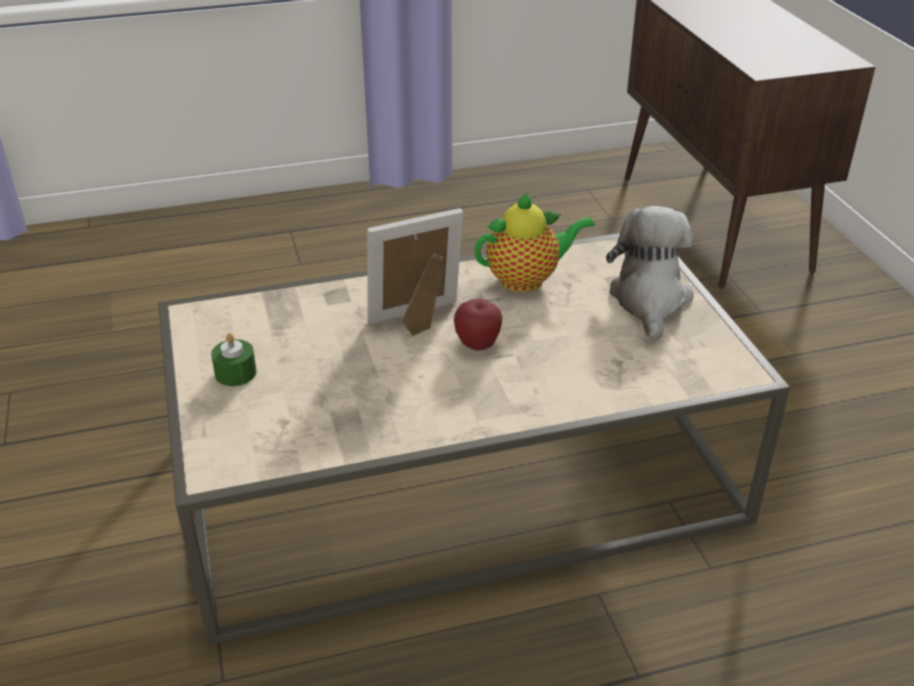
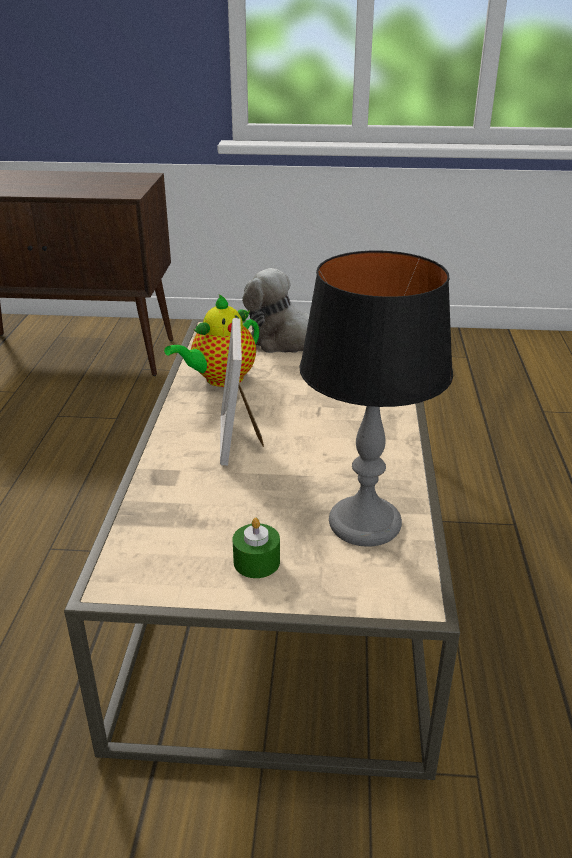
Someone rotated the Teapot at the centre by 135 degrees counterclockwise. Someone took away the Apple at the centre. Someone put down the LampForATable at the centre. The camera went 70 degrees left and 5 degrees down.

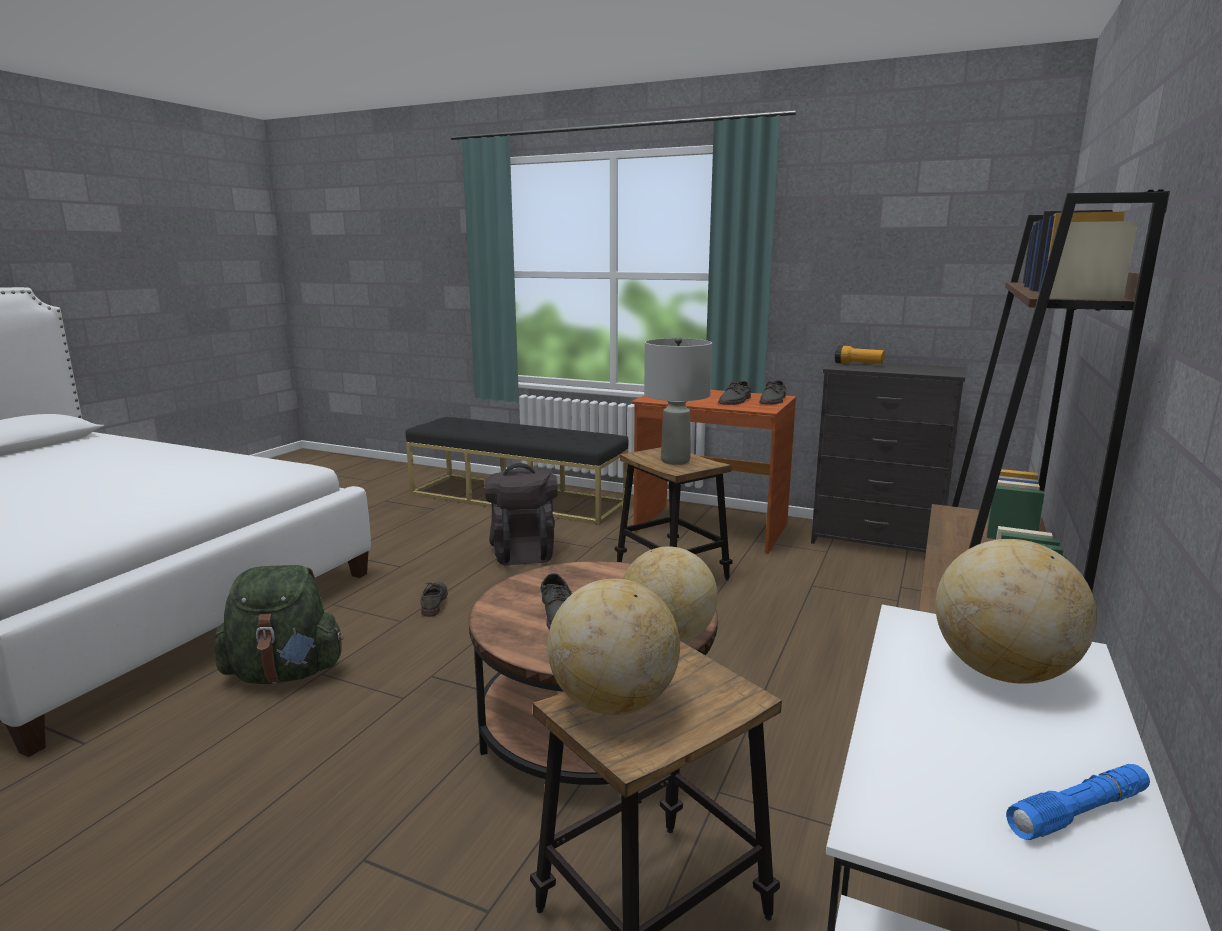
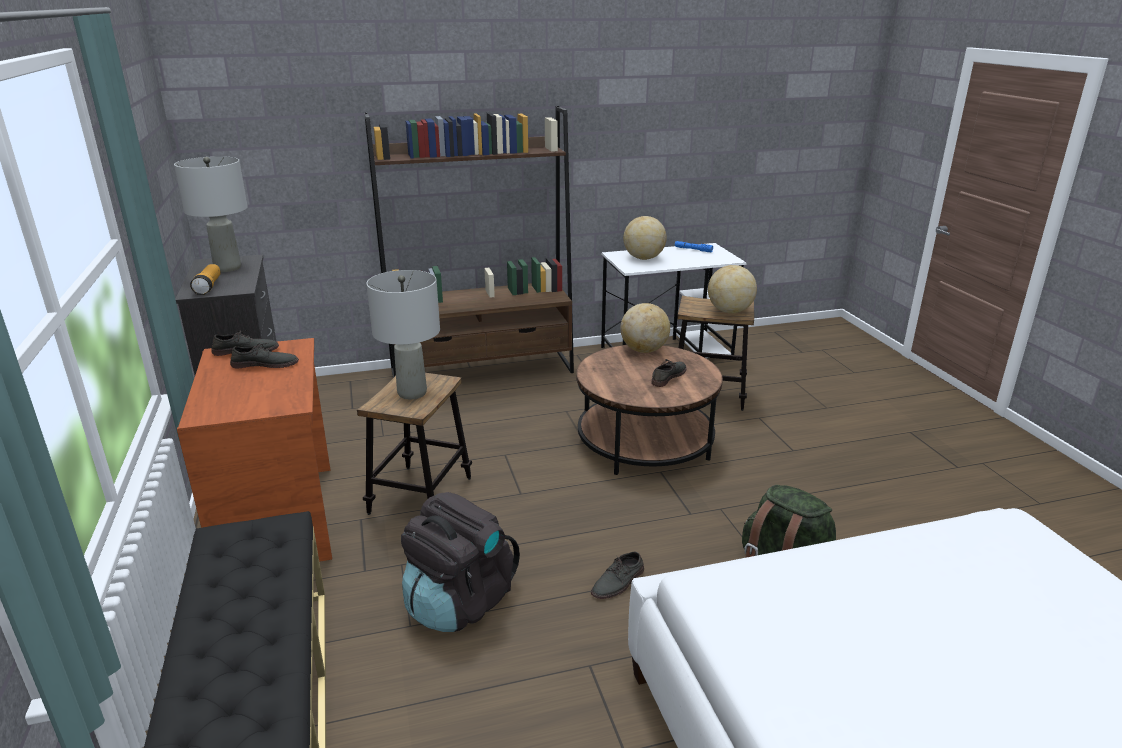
Someone put down the GreyishLampForATable (no. 1 from left) at the top left. The camera went 130 degrees left and 10 degrees up.

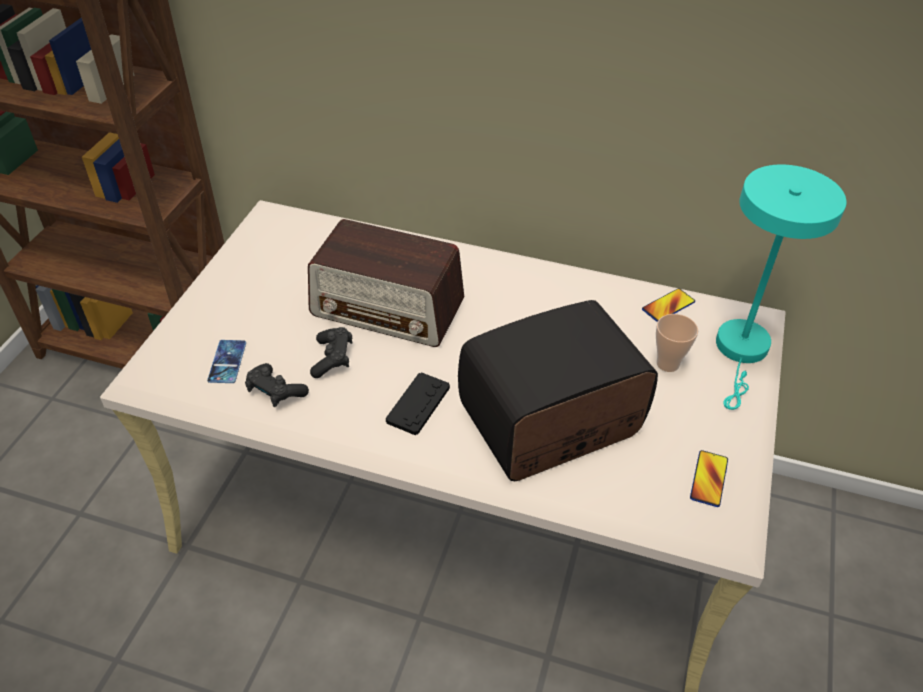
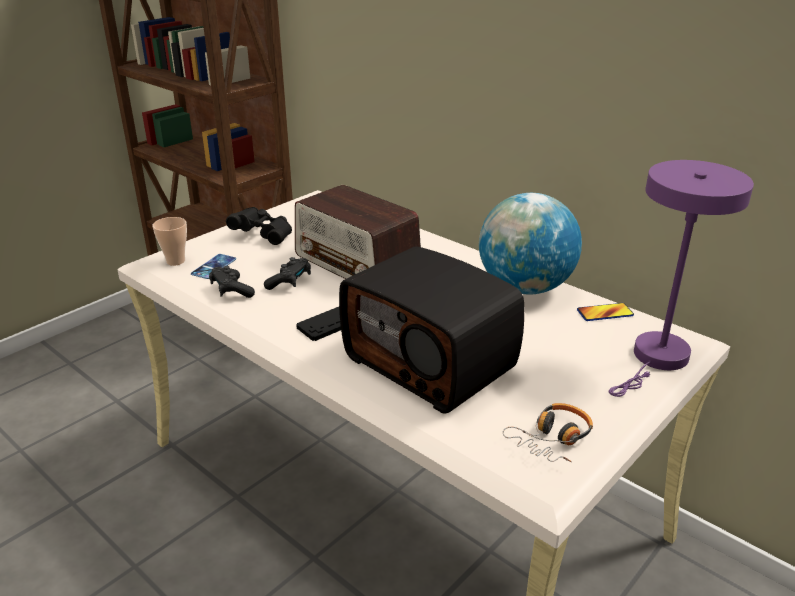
Someone repainted the TurquoiseLampForATable at the middle right, which became the PurpleLampForATable at the middle right. Someone rotated the Radio (no. 2 from left) at the centre by 135 degrees counterclockwise. Someone carried the DrinkingCup from the middle right to the middle left. Someone swapped the Handset (no. 3 from left) at the bottom right for the PairOfHeadphones at the bottom right. Someone put down the DeskGlobe at the middle right. Someone put down the BlackColouredBinoculars at the middle left. The camera went 25 degrees right and 15 degrees down.

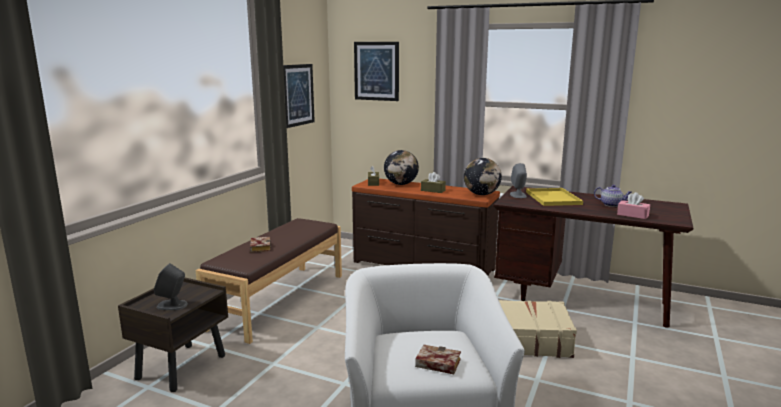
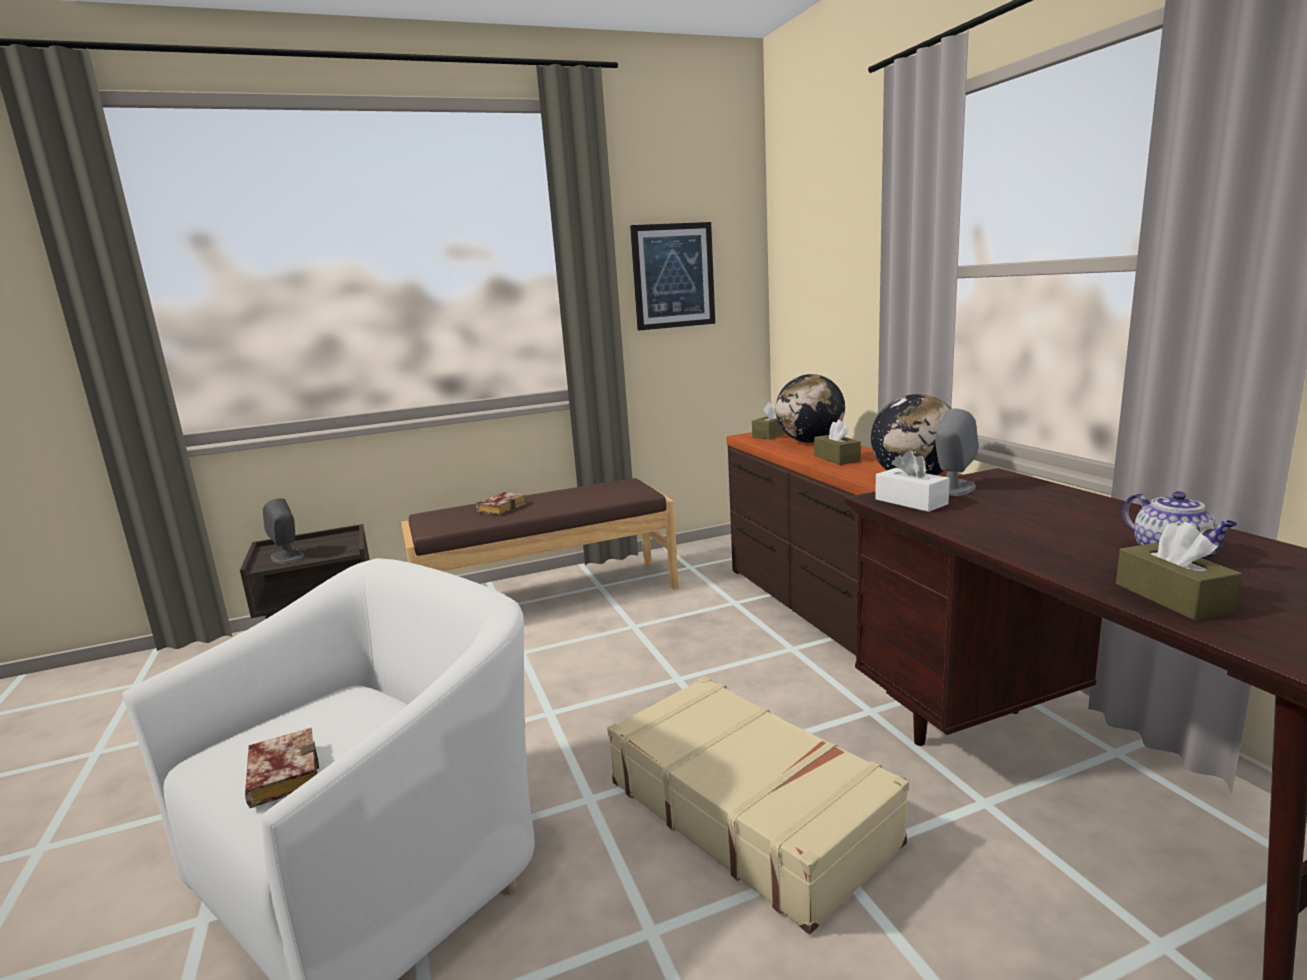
Someone took away the WallArt (no. 2 from left) at the top centre. Someone took away the YellowColouredServingTray at the middle right. Someone repainted the PinkishTissueHolder at the middle right, which became the BrownColouredTissueHolder (no. 3 from left) at the middle right. Someone put down the WhiteColouredTissueHolder at the middle right. The camera went 45 degrees right and 0 degrees up.

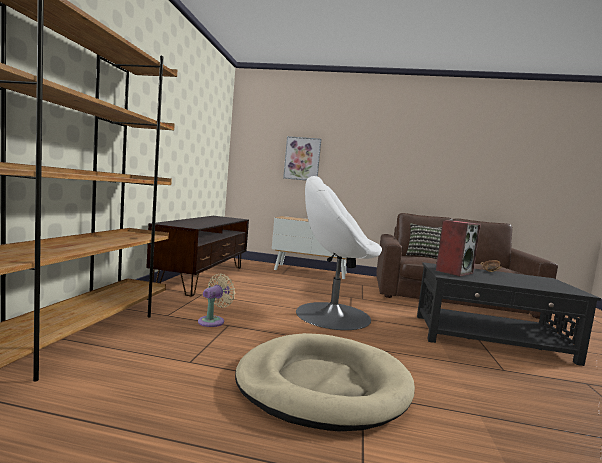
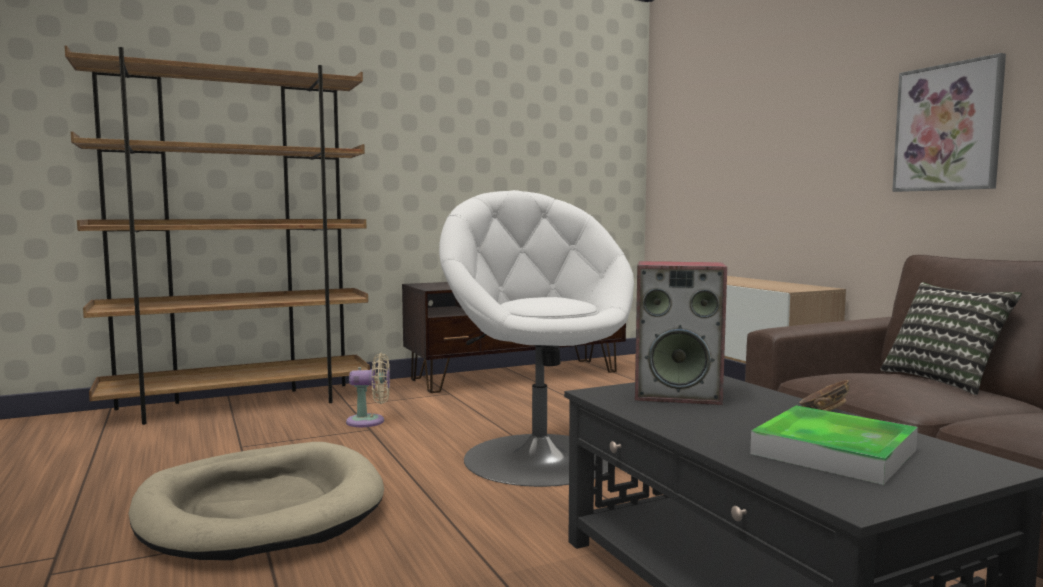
Someone carried the WallArt from the centre to the top right. Someone put down the ServingTray at the bottom right. The camera went 55 degrees right and 0 degrees up.

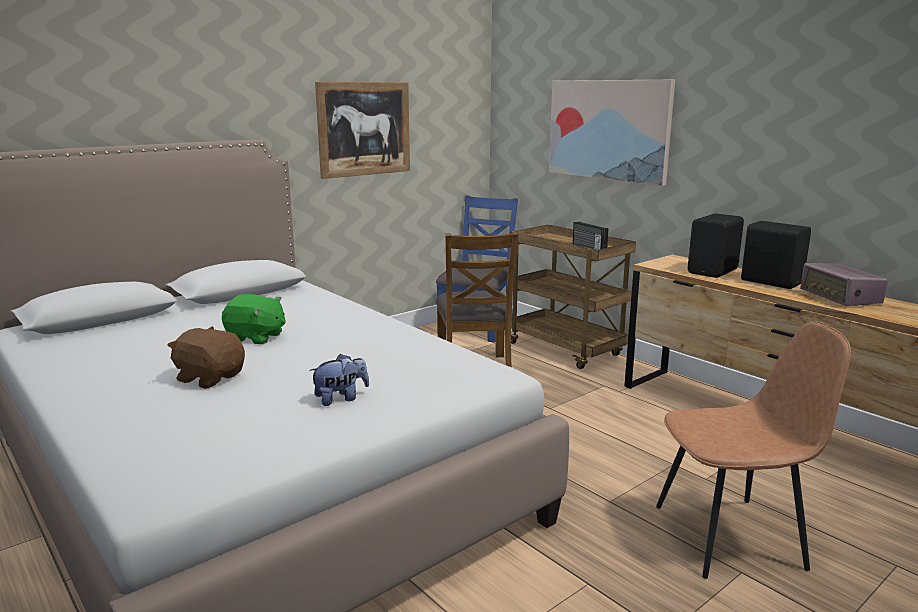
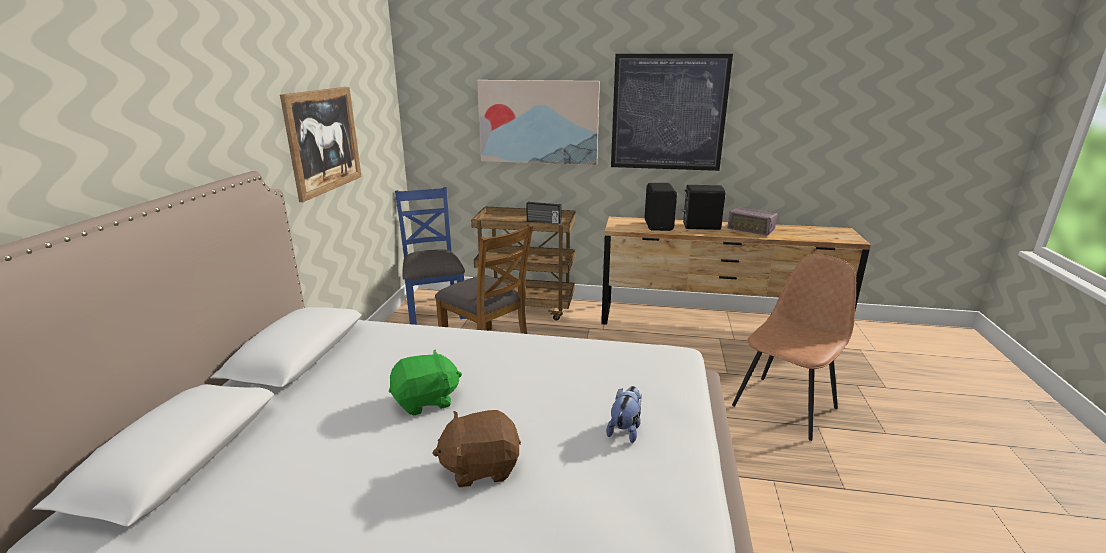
Someone put up the WallArt (no. 3 from left) at the top centre. The camera went 40 degrees left and 5 degrees up.

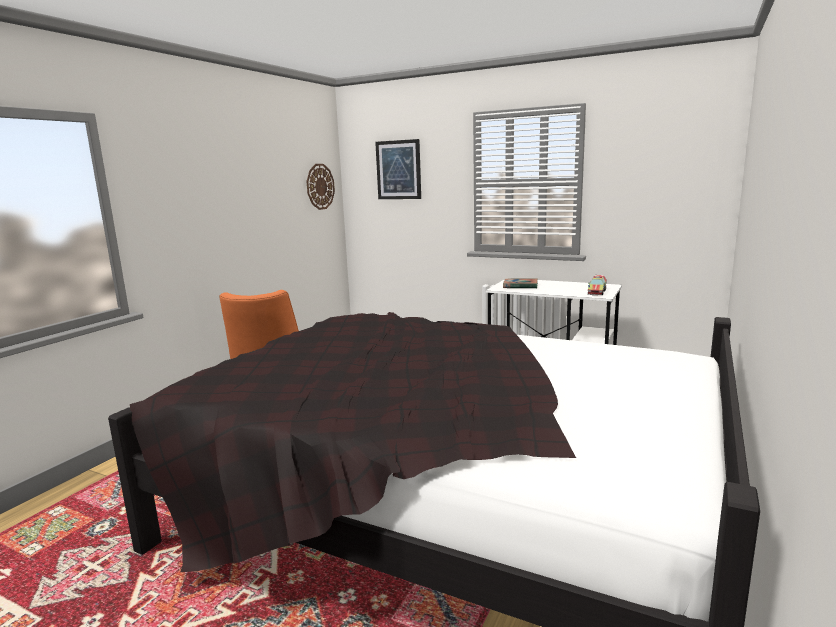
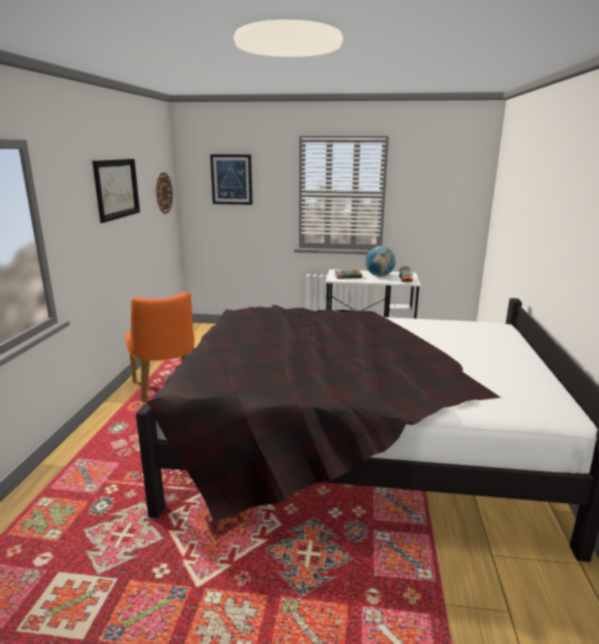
Someone put up the WallArt (no. 1 from left) at the top left. Someone put down the DeskGlobe at the centre. The camera went 20 degrees left and 5 degrees up.

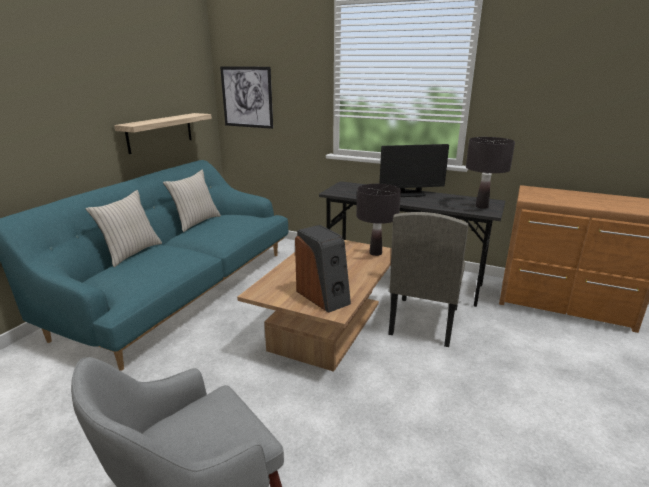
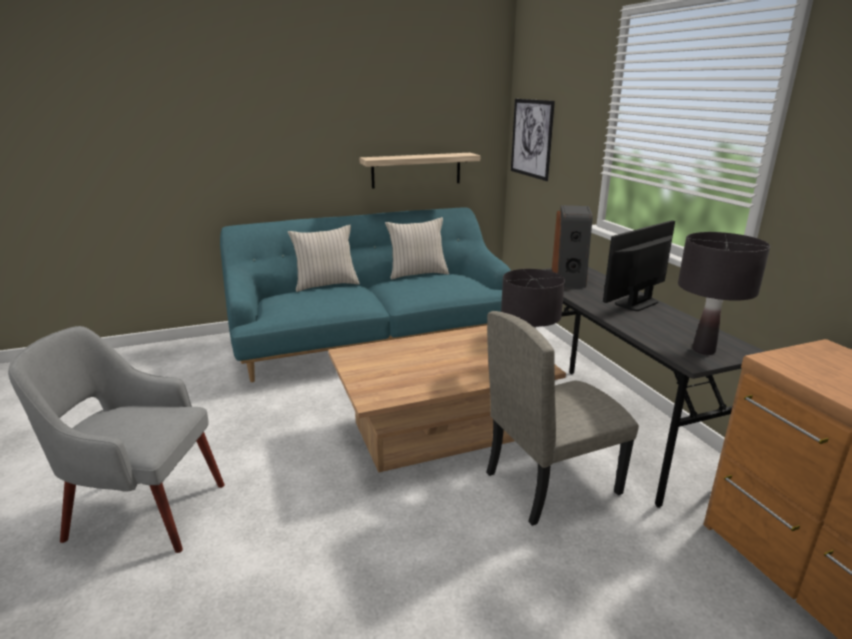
Someone rotated the ComputerDisplay at the centre by 105 degrees clockwise. Someone carried the Loudspeaker from the centre to the middle right. The camera went 45 degrees right and 0 degrees up.

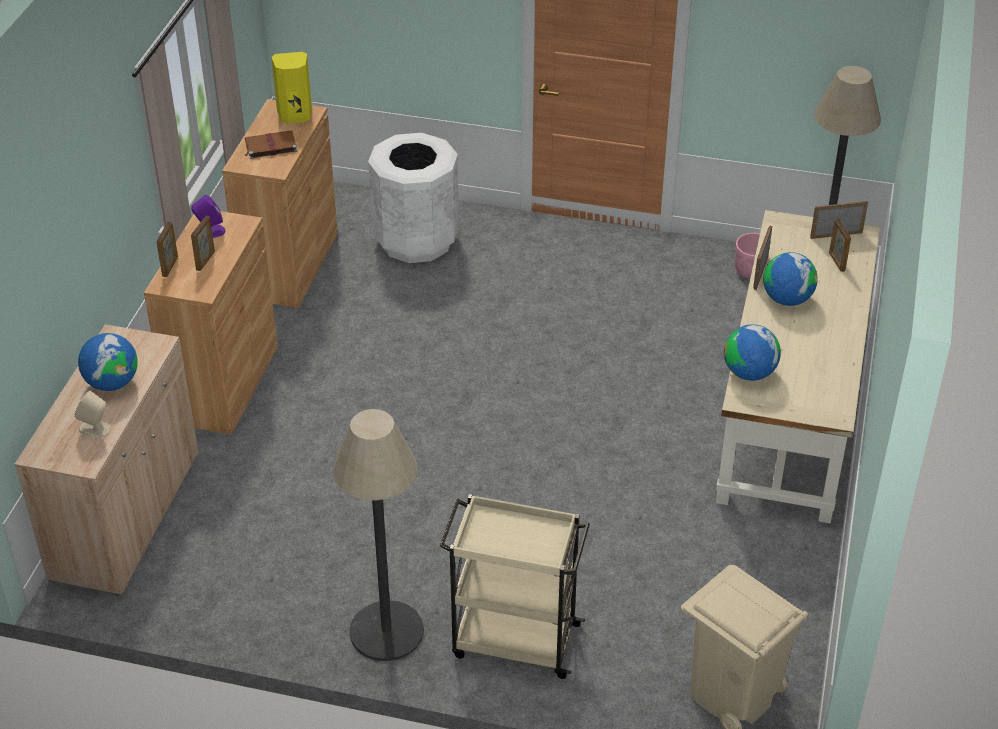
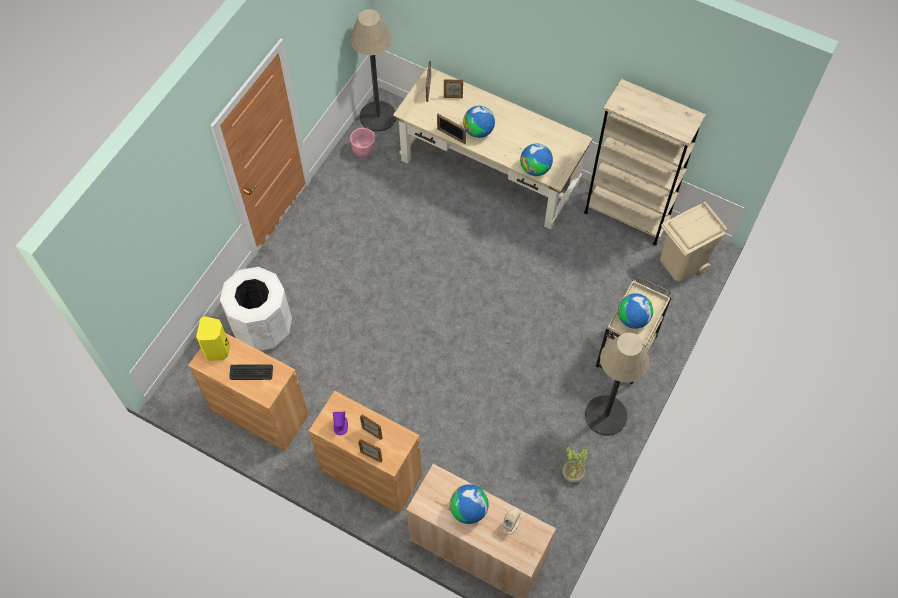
Someone swapped the BrownColouredBook at the top left for the PcKeyboard at the middle left. Someone put down the BeigeBookshelf at the top right. Someone put down the DeskGlobe (no. 4 from left) at the middle right. Someone put down the PottedPlant at the bottom centre. The camera went 75 degrees left and 20 degrees up.

